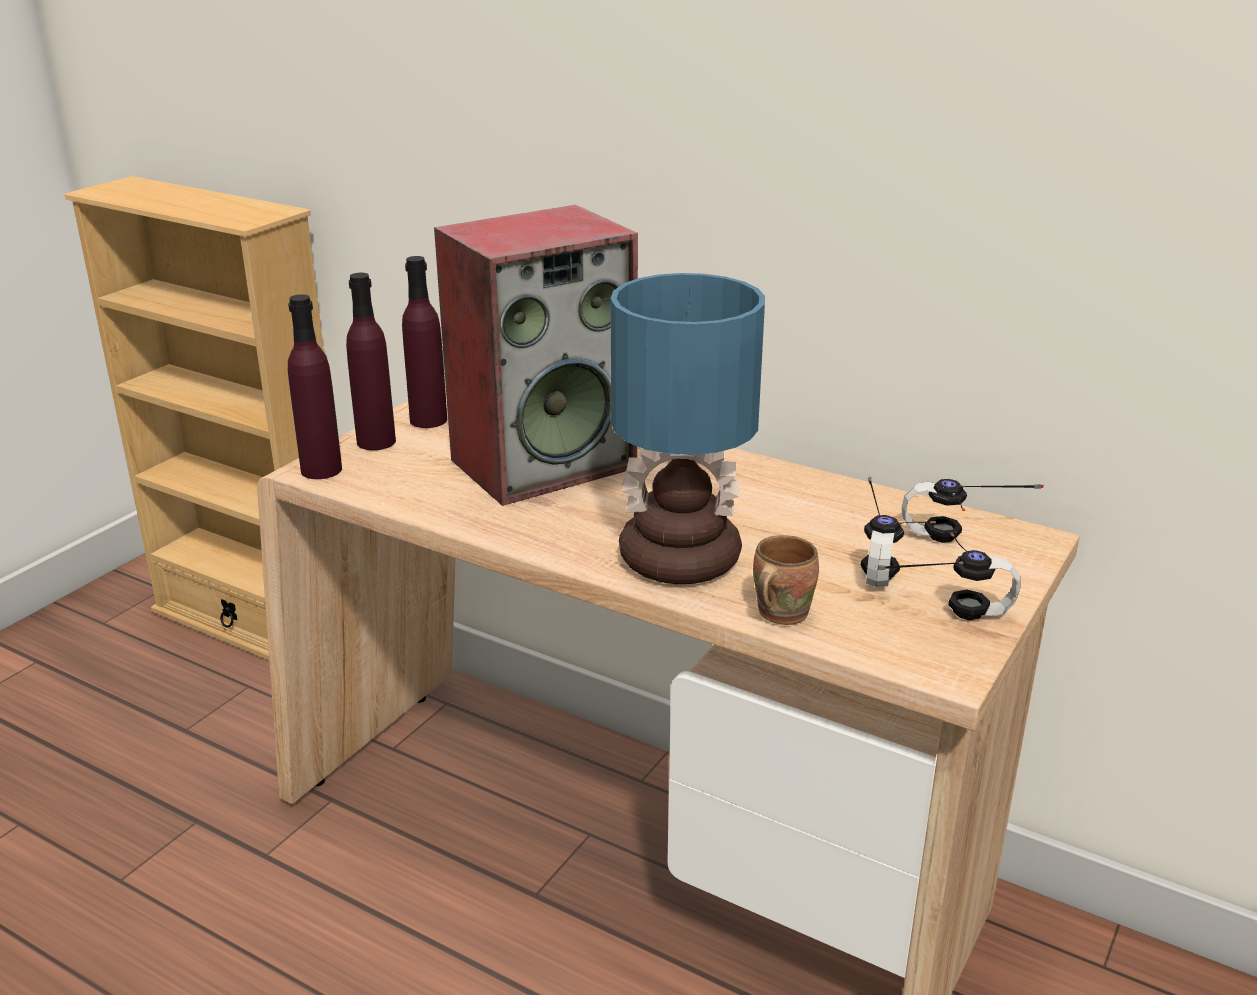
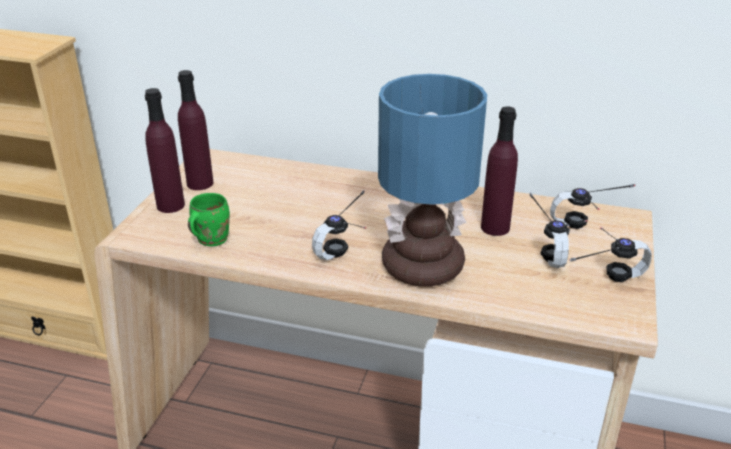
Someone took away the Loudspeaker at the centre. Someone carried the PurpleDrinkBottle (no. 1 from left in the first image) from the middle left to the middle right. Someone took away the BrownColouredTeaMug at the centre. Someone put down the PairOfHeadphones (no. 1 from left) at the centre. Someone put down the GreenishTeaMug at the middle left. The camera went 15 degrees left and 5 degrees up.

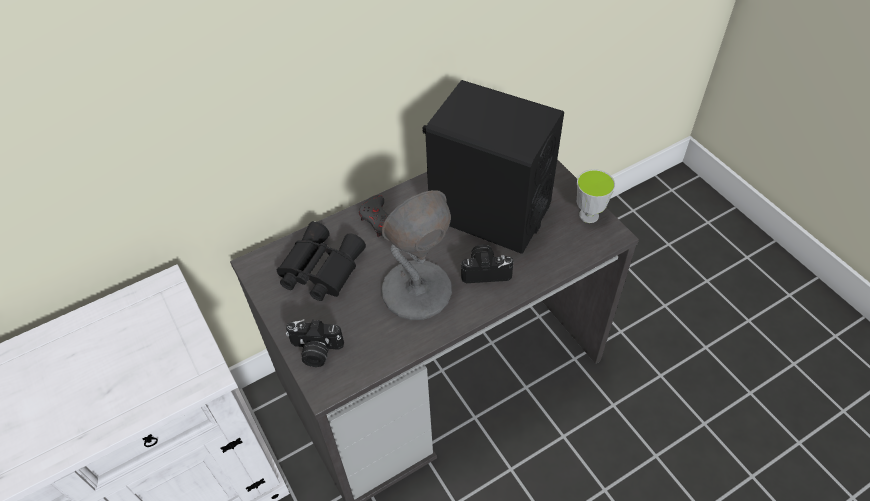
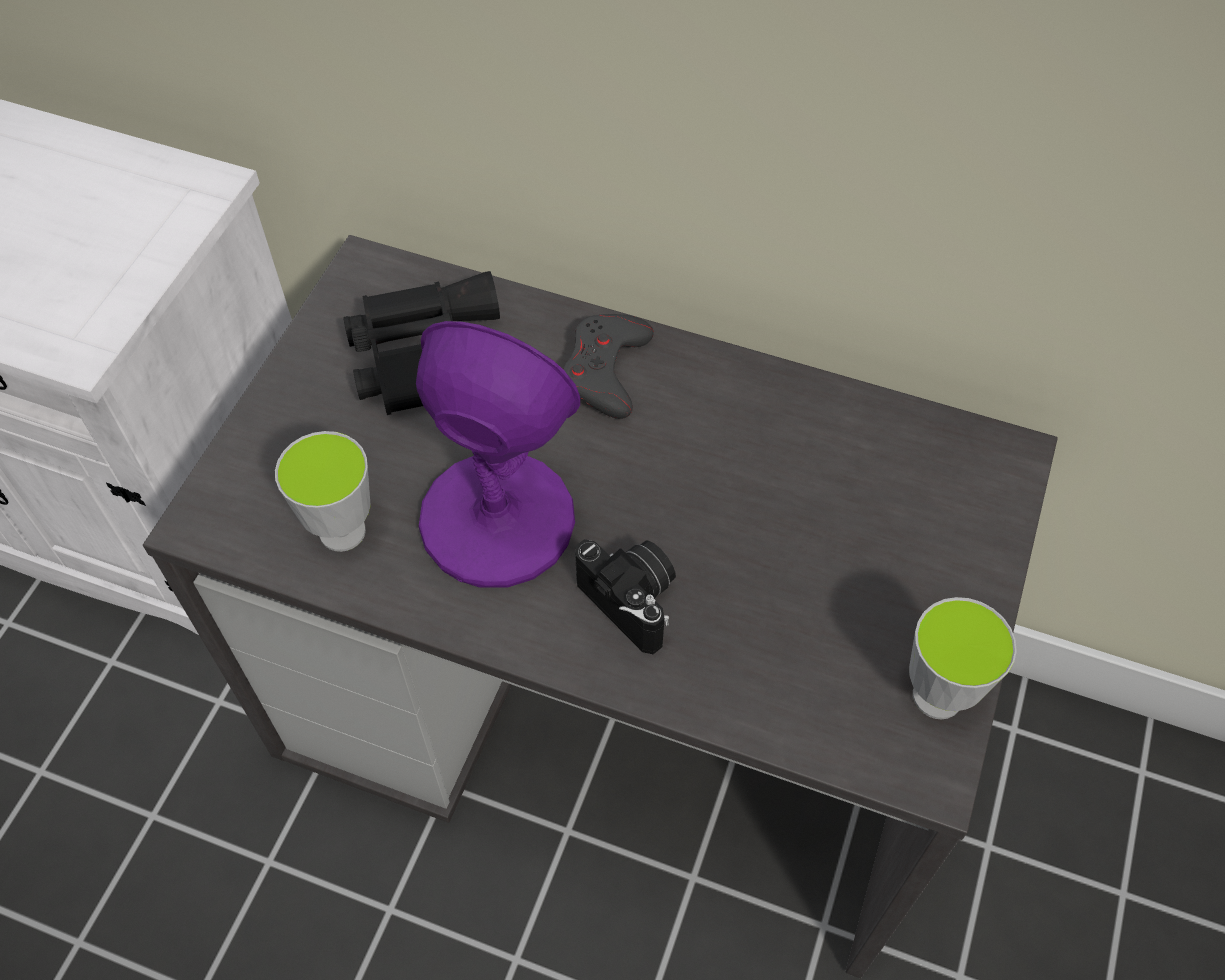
Someone took away the BlackColouredLoudspeaker at the centre. Someone repainted the GreyishLampForATable at the centre, which became the PurpleLampForATable at the centre. Someone took away the PhotoCamera (no. 1 from left) at the bottom centre. Someone put down the DrinkingCup (no. 1 from left) at the middle left. The camera went 50 degrees right and 5 degrees up.

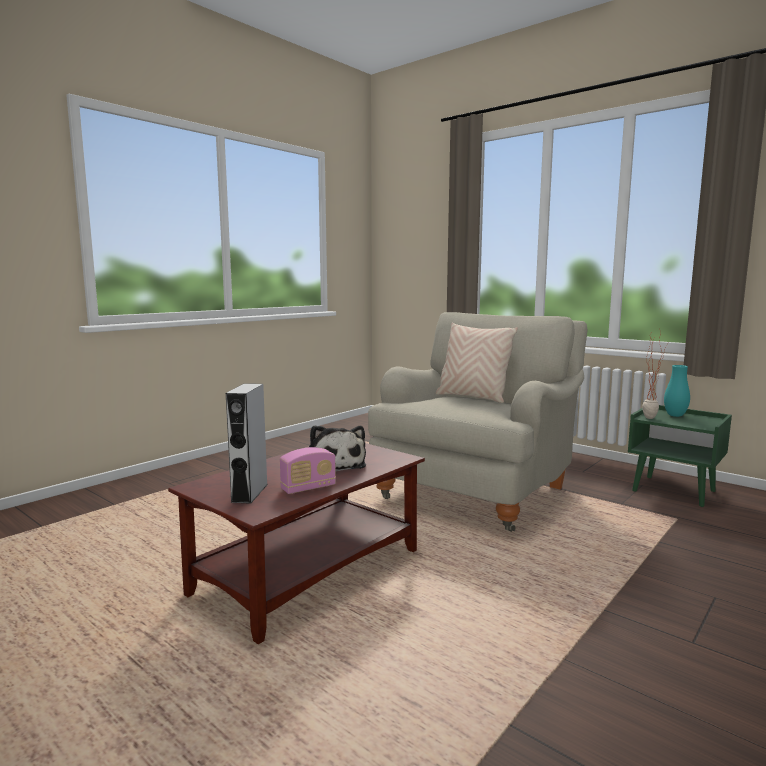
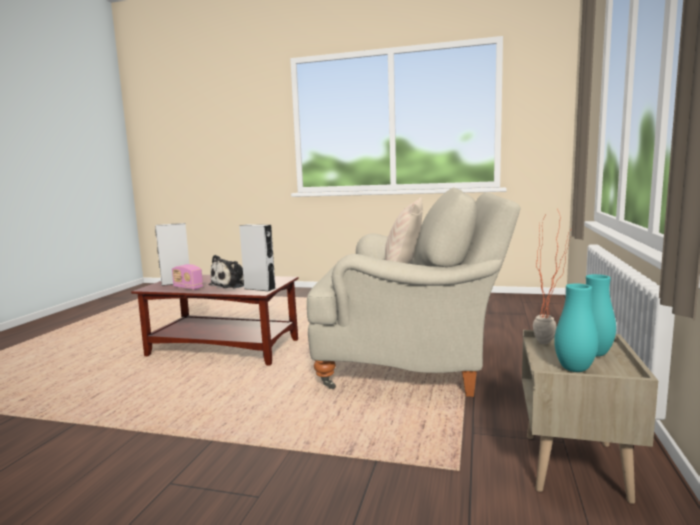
Someone repainted the GreenishNightTable at the middle right, which became the BeigeNightTable at the bottom right. Someone put down the GreyishLoudspeaker (no. 2 from left) at the centre. Someone put down the TurquoiseVase (no. 1 from left) at the middle right. The camera went 65 degrees right and 0 degrees up.

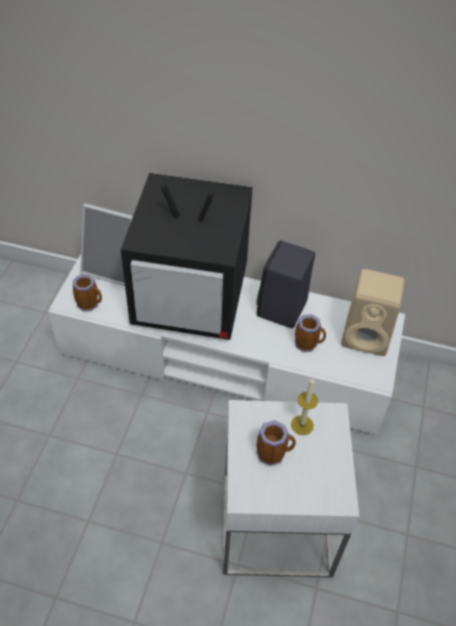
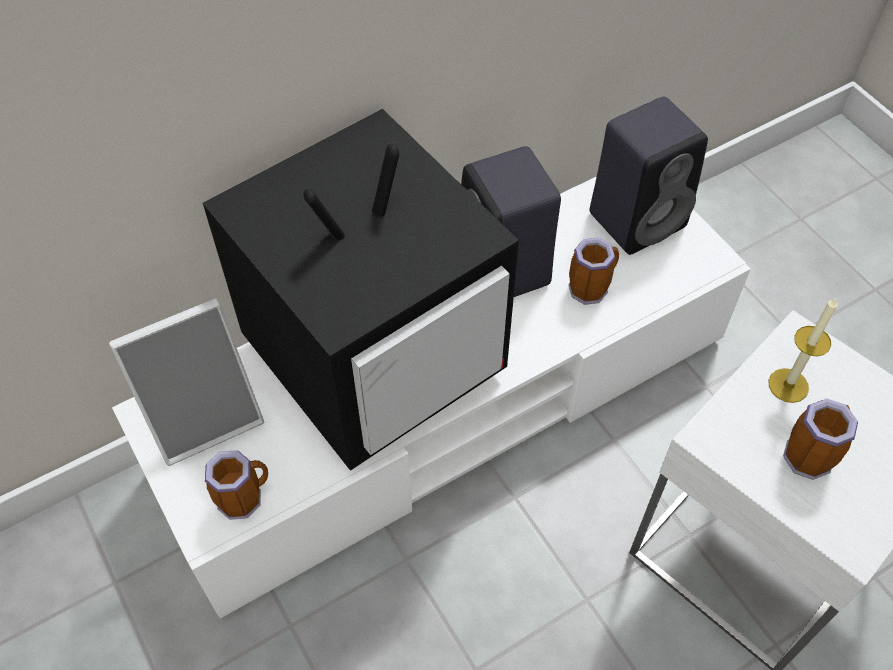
Someone repainted the BeigeLoudspeaker at the middle right, which became the BlackColouredLoudspeaker (no. 2 from left) at the top right. The camera went 45 degrees left and 5 degrees up.

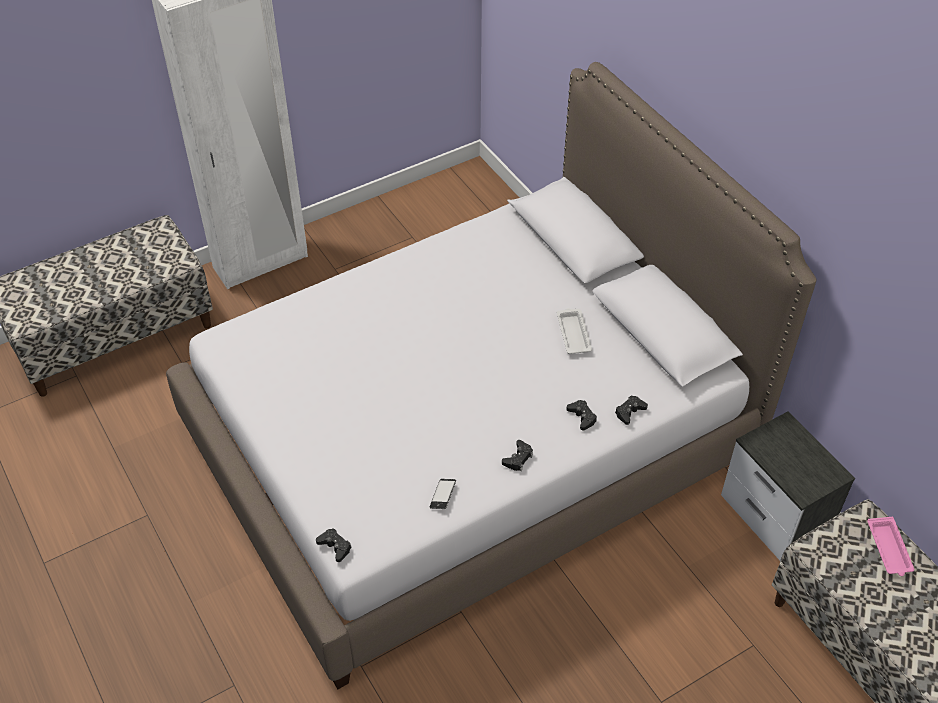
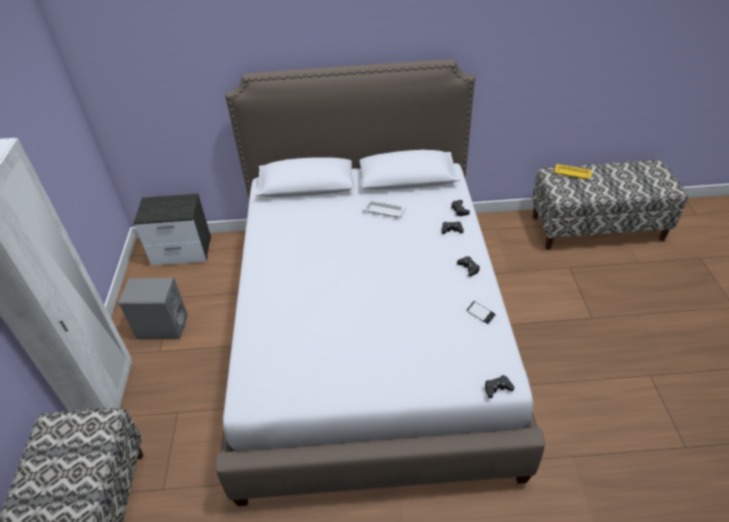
Someone carried the NightTable from the bottom right to the middle left. Someone repainted the PinkishServingTray at the bottom right, which became the YellowColouredServingTray at the top right. Someone put down the GreyishLoudspeaker at the middle left. The camera went 60 degrees left and 5 degrees down.

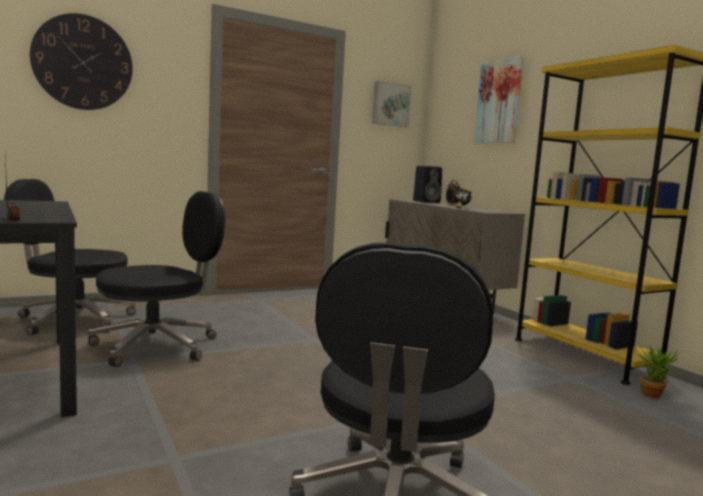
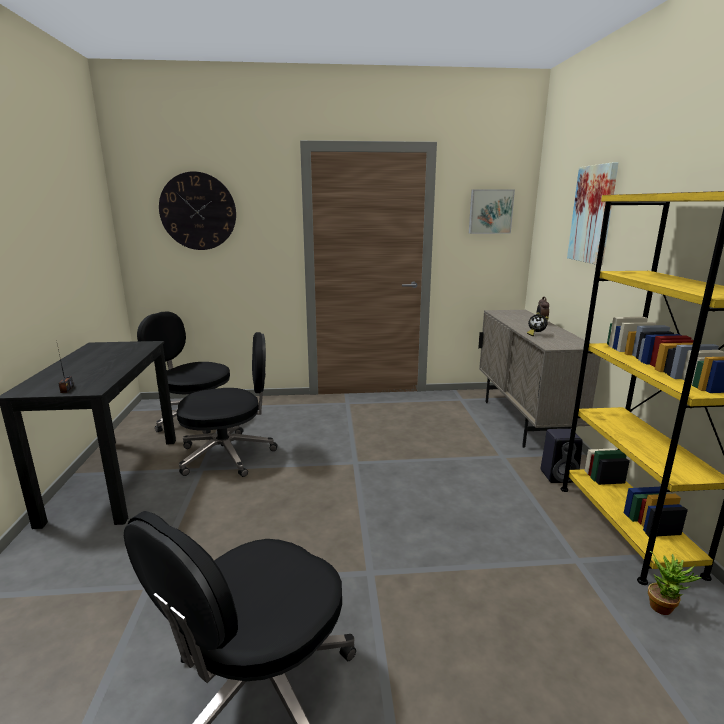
Someone carried the BlackColouredLoudspeaker from the centre to the middle right. The camera went 25 degrees right and 10 degrees up.

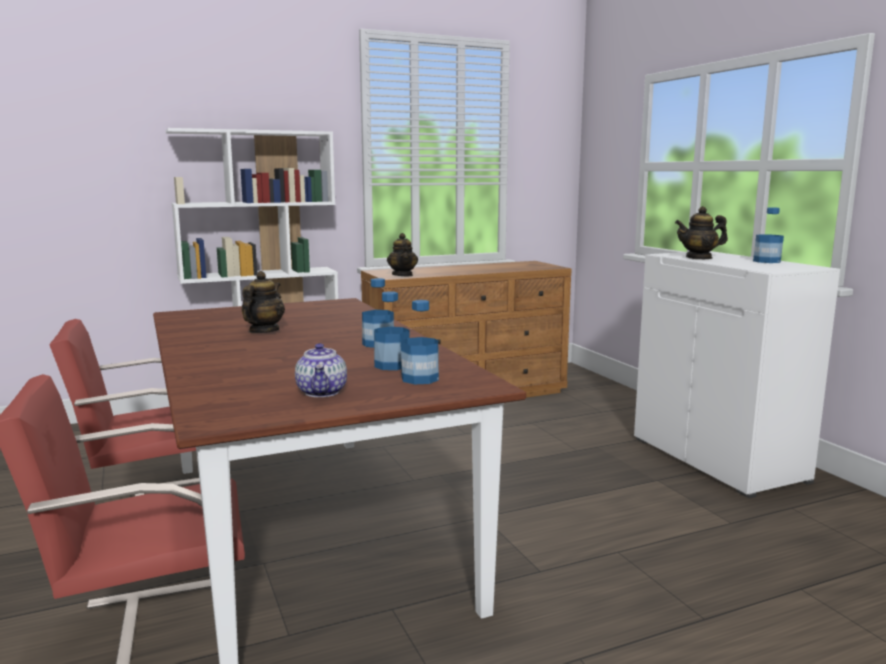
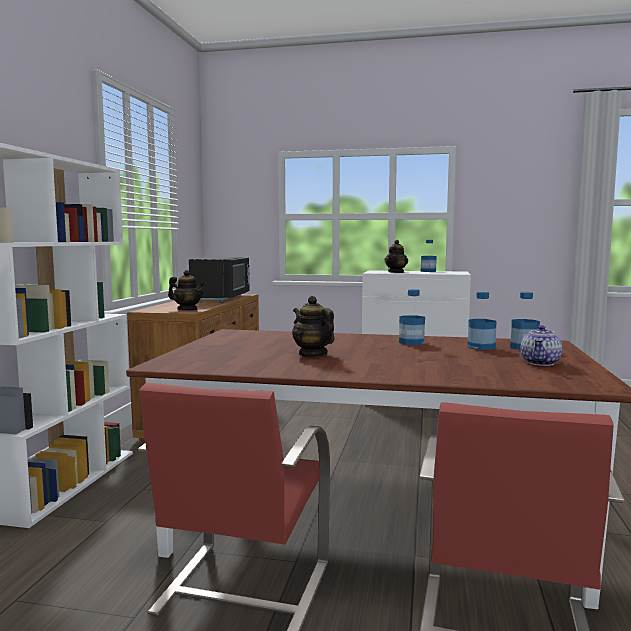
Someone rotated the Teapot (no. 2 from left in the first image) at the centre by 90 degrees clockwise. Someone put down the BlackColouredKitchenMicrowave at the centre. The camera went 55 degrees left and 5 degrees down.

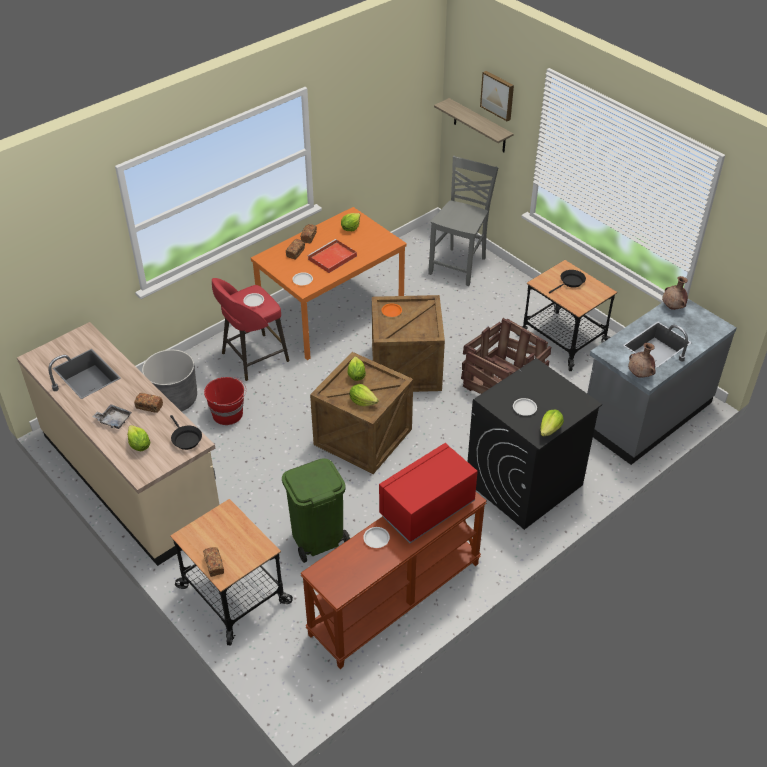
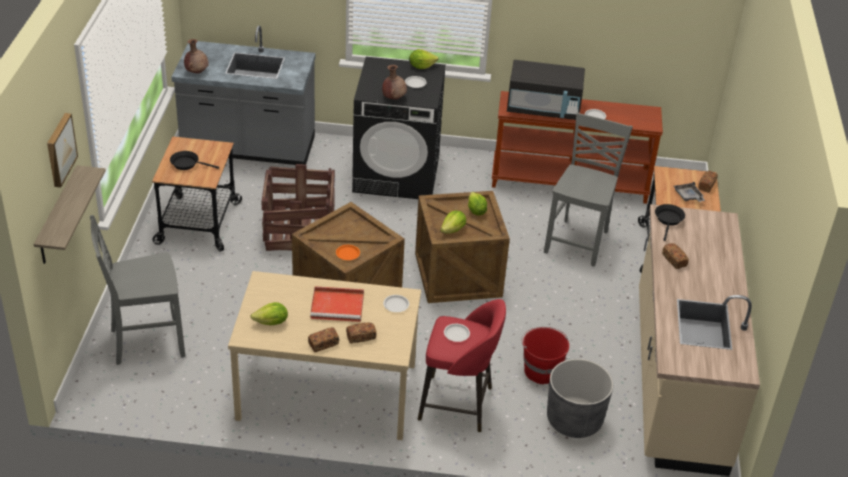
Someone repainted the OrangeyDinnerTable at the centre, which became the BeigeDinnerTable at the bottom centre. Someone carried the BrownColouredVase (no. 1 from left in the first image) from the middle right to the top centre. Someone carried the GreyishServingTray from the middle left to the middle right. Someone took away the LettuceHead (no. 1 from left) at the middle left. Someone repainted the ReddishKitchenMicrowave at the centre, which became the BlackColouredKitchenMicrowave at the top centre. Someone swapped the GreenishTrashCan at the centre for the GreyishPlainChair (no. 2 from left) at the middle right. The camera went 135 degrees left and 5 degrees down.

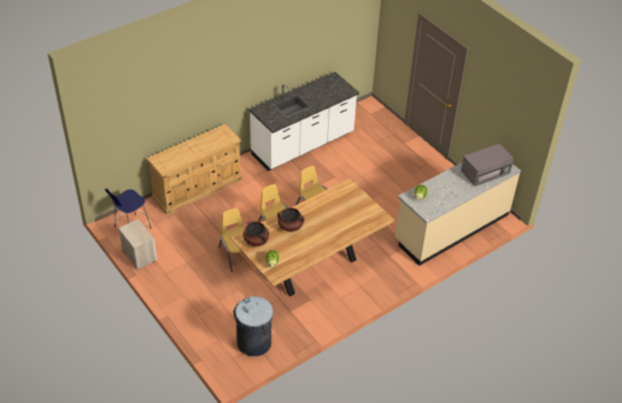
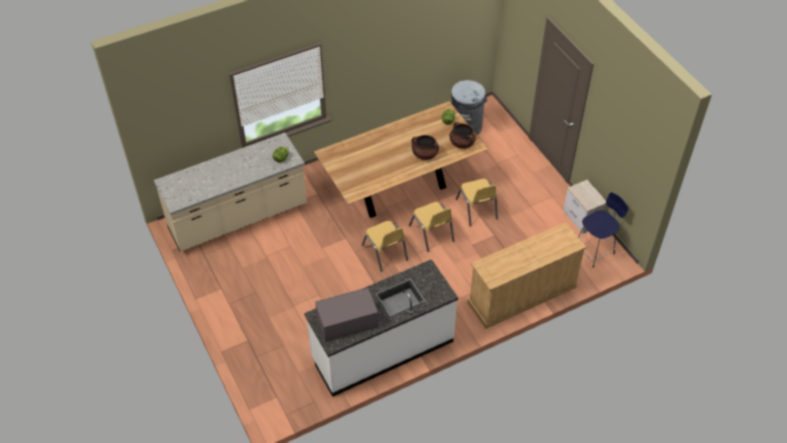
Someone carried the GreyishKitchenMicrowave from the middle right to the bottom centre. The camera went 170 degrees left and 5 degrees up.

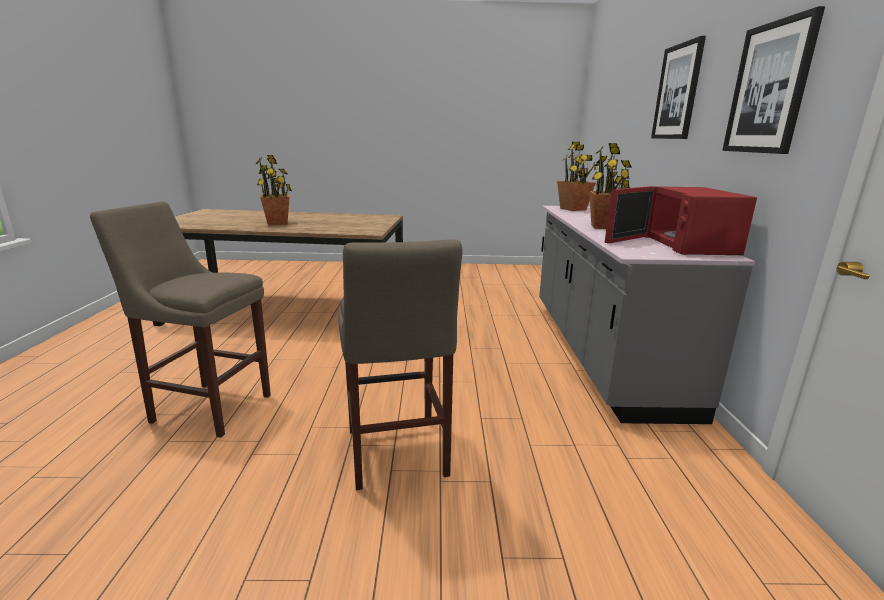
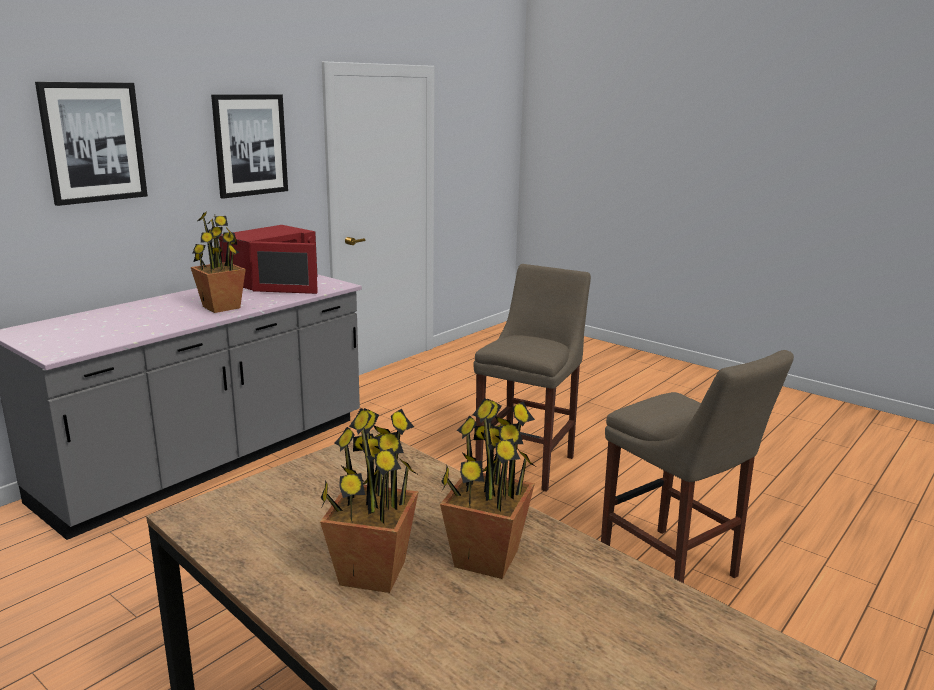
Someone carried the PottedPlant (no. 2 from left) from the top centre to the bottom centre. The camera went 140 degrees left and 0 degrees up.

